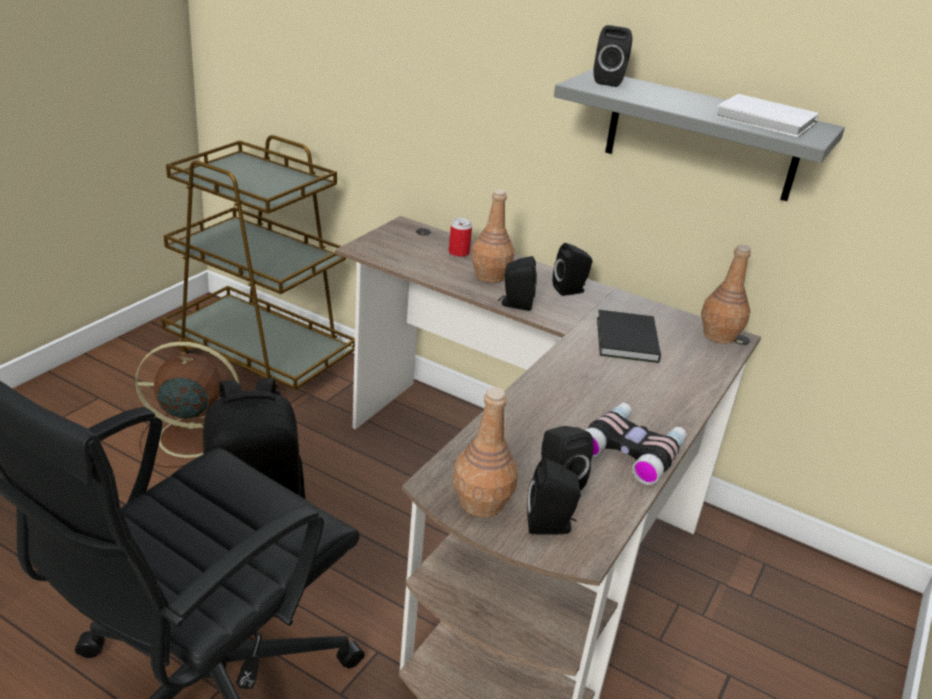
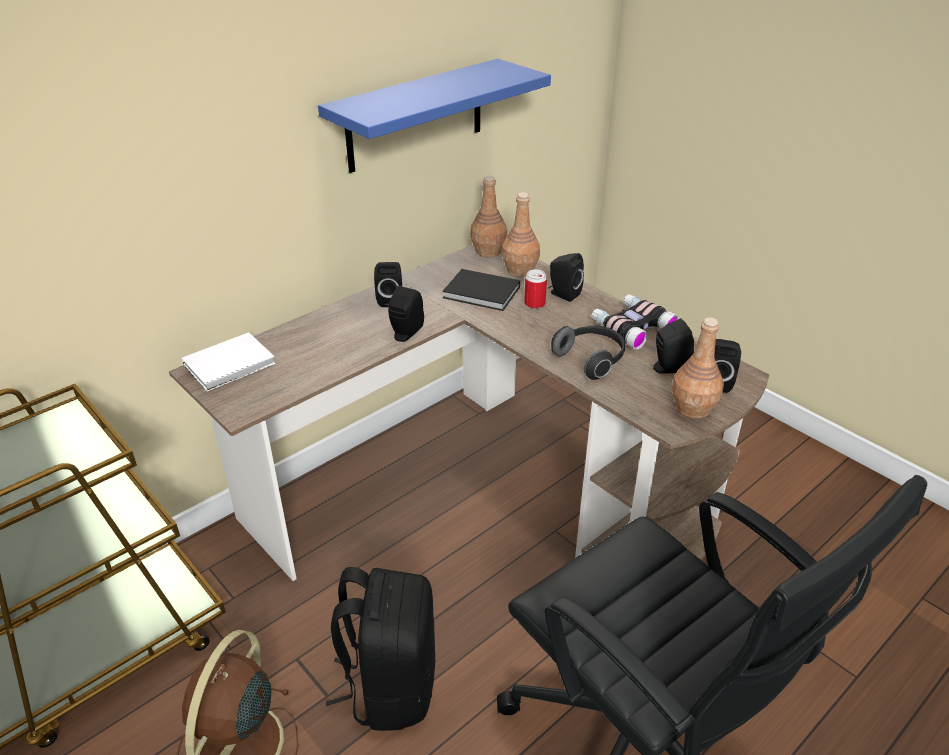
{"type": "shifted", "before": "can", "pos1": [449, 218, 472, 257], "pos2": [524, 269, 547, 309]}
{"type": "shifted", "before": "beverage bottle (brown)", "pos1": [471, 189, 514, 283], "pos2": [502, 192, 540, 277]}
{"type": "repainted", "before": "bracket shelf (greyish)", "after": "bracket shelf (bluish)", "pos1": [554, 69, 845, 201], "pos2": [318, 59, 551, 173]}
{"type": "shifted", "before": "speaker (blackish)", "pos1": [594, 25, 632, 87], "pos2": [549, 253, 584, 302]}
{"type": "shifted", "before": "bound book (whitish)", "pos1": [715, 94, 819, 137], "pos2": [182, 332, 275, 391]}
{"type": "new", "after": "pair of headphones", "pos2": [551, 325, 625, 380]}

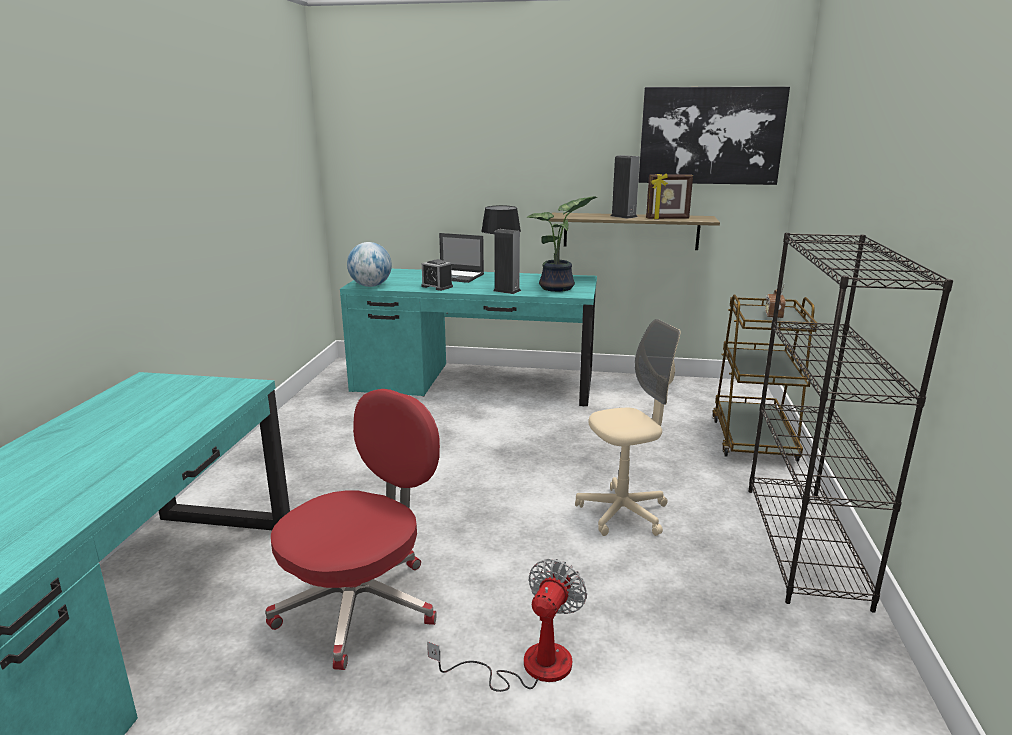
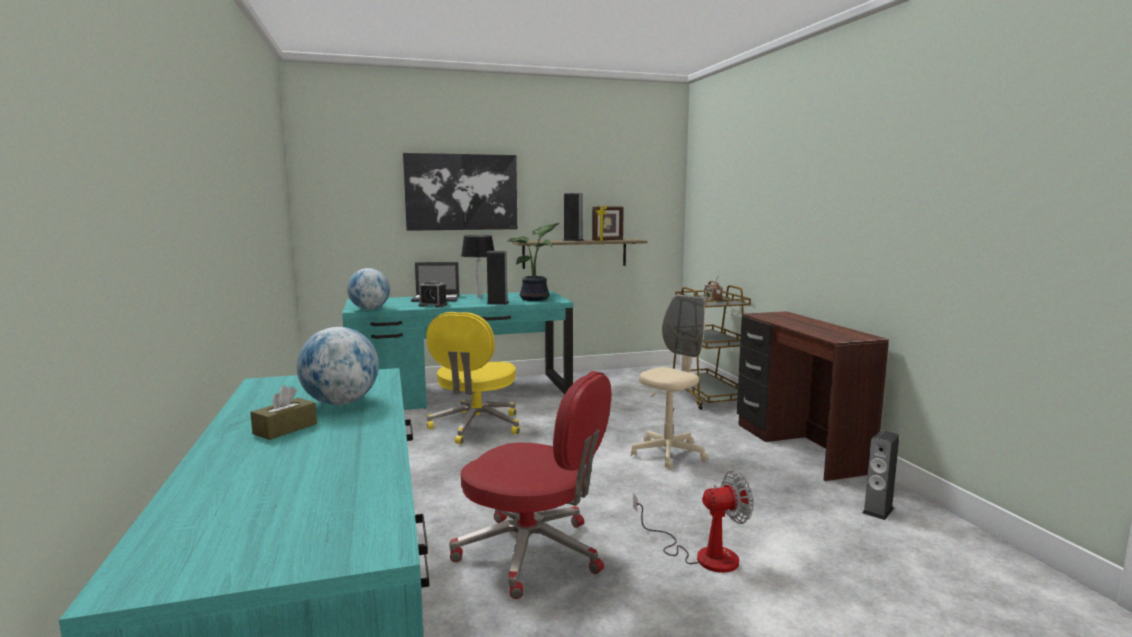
{"type": "rotated", "before": "desk chair (red)", "pos1": [265, 389, 440, 670], "pos2": [449, 371, 611, 599], "turn": 105}
{"type": "rotated", "before": "fan", "pos1": [427, 559, 587, 692], "pos2": [633, 471, 754, 573], "turn": 75}
{"type": "shifted", "before": "picture", "pos1": [638, 86, 790, 185], "pos2": [403, 153, 517, 231]}
{"type": "swapped", "before": "shelving unit (blackish)", "after": "desk (brown)", "pos1": [748, 233, 954, 613], "pos2": [737, 311, 889, 481]}
{"type": "new", "after": "tissue box (brown)", "pos2": [250, 385, 317, 440]}
{"type": "new", "after": "world globe", "pos2": [297, 327, 379, 405]}
{"type": "new", "after": "desk chair (yellow-coloured)", "pos2": [427, 312, 520, 444]}
{"type": "new", "after": "speaker", "pos2": [862, 430, 899, 520]}

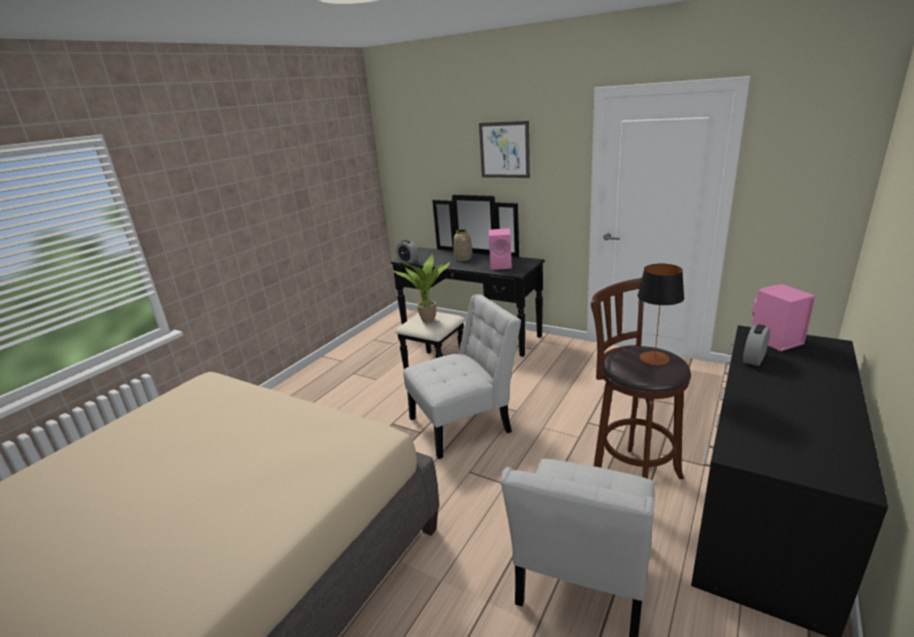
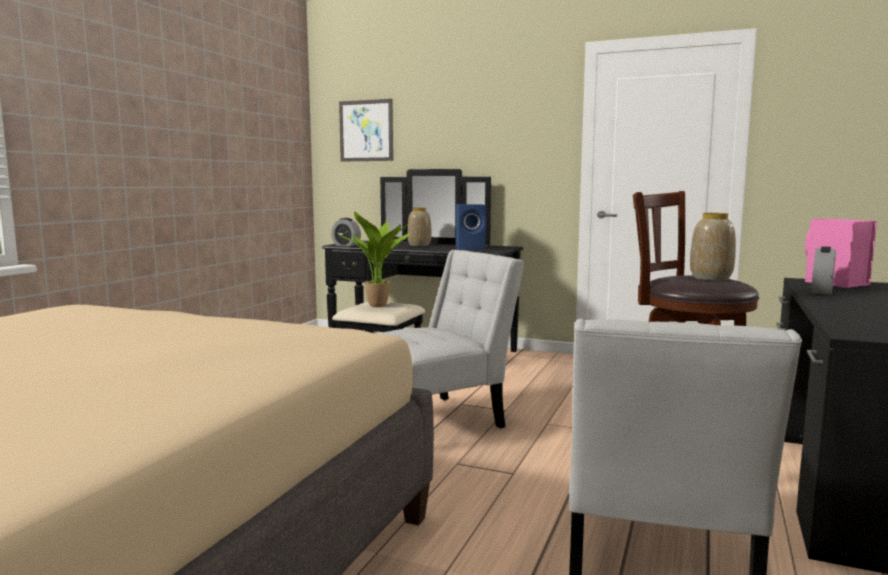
{"type": "shifted", "before": "picture", "pos1": [479, 121, 530, 178], "pos2": [339, 99, 393, 162]}
{"type": "repainted", "before": "speaker (pinkish)", "after": "speaker (bluish)", "pos1": [489, 228, 512, 269], "pos2": [456, 204, 486, 250]}
{"type": "swapped", "before": "tabletop lamp", "after": "decorative vase", "pos1": [638, 264, 684, 365], "pos2": [690, 213, 736, 281]}

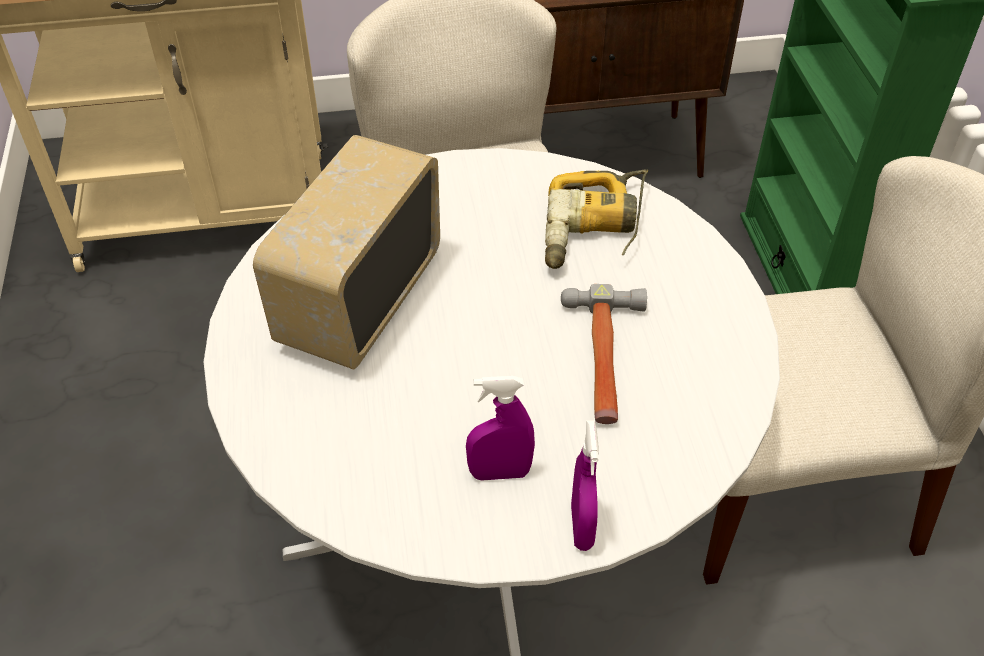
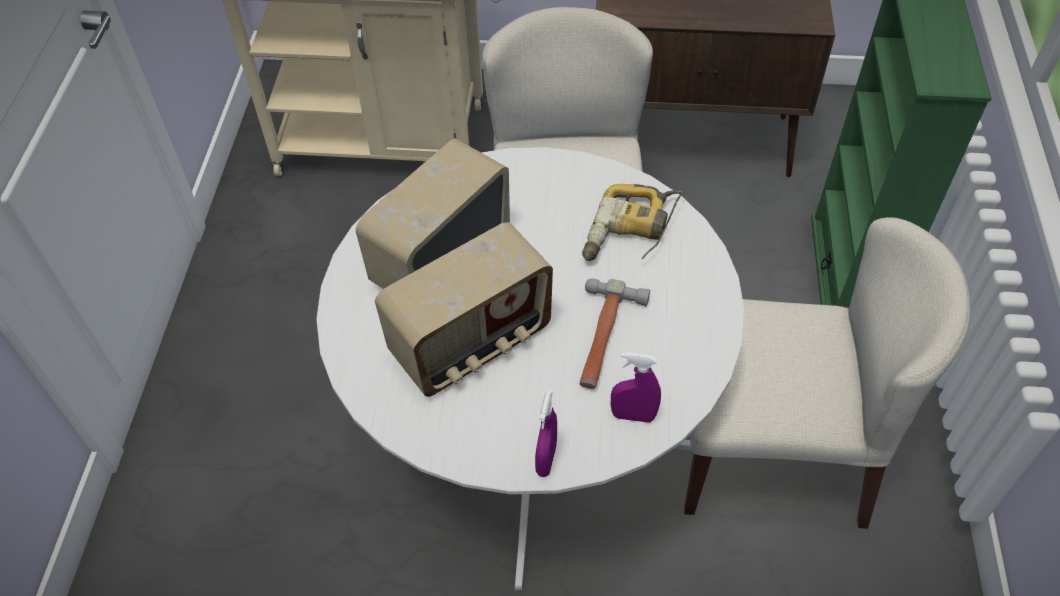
{"type": "shifted", "before": "hand sprayer (purplish)", "pos1": [466, 376, 535, 480], "pos2": [611, 352, 661, 423]}
{"type": "new", "after": "radio", "pos2": [375, 223, 553, 397]}

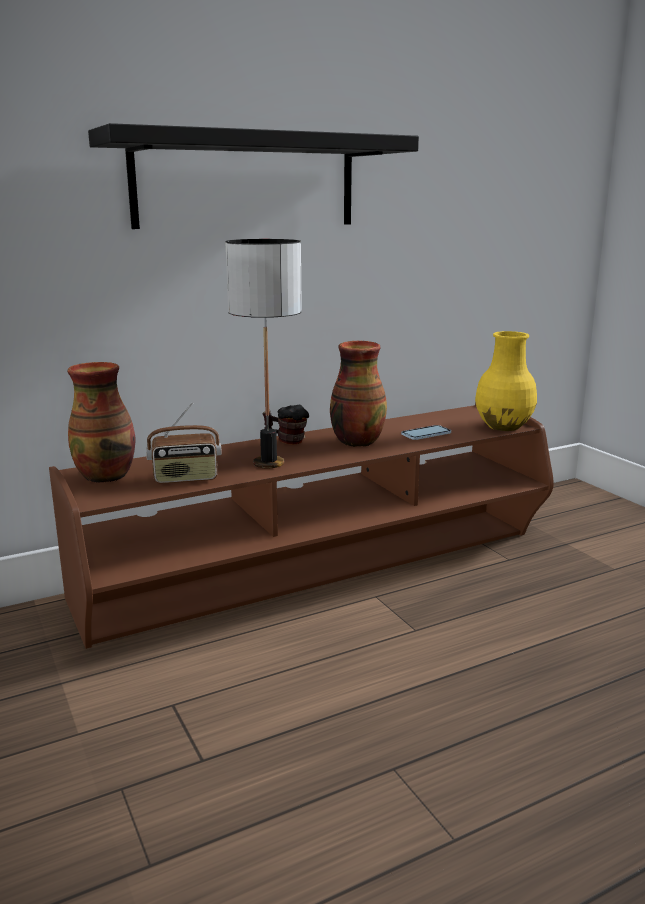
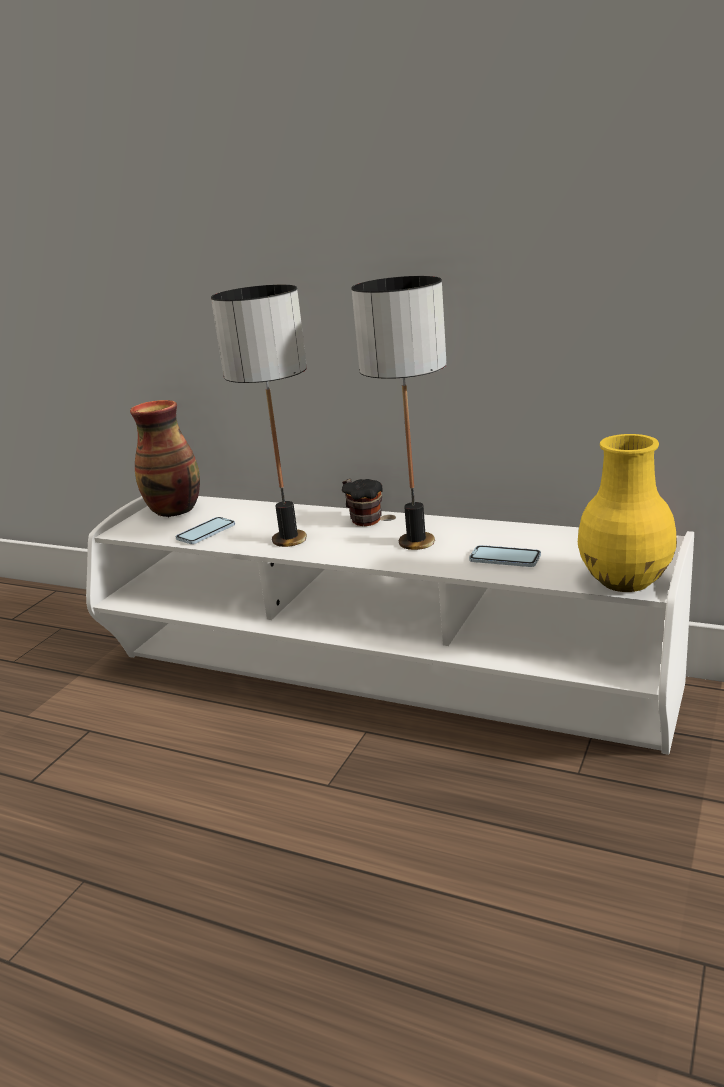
{"type": "repainted", "before": "media console (brown)", "after": "media console (whitish)", "pos1": [49, 402, 554, 649], "pos2": [86, 496, 694, 755]}
{"type": "gone", "before": "bracket shelf (blackish)", "pos1": [88, 123, 419, 229]}
{"type": "swapped", "before": "radio", "after": "phone", "pos1": [146, 402, 222, 483], "pos2": [175, 517, 235, 544]}
{"type": "swapped", "before": "decorative vase", "after": "tabletop lamp", "pos1": [330, 341, 387, 447], "pos2": [351, 276, 447, 550]}

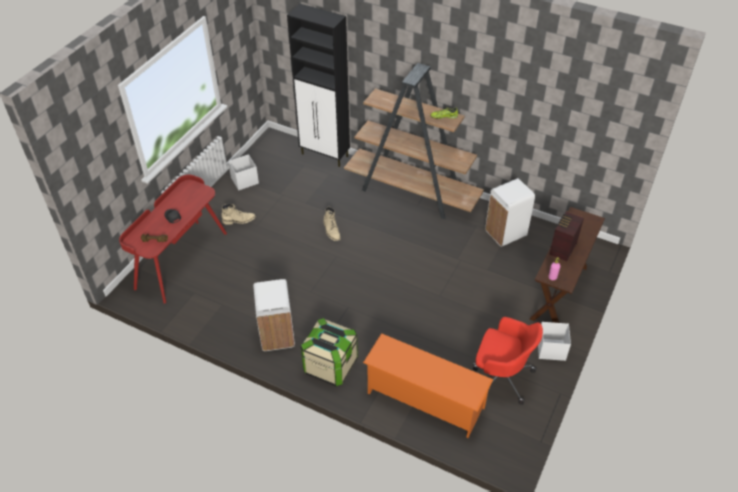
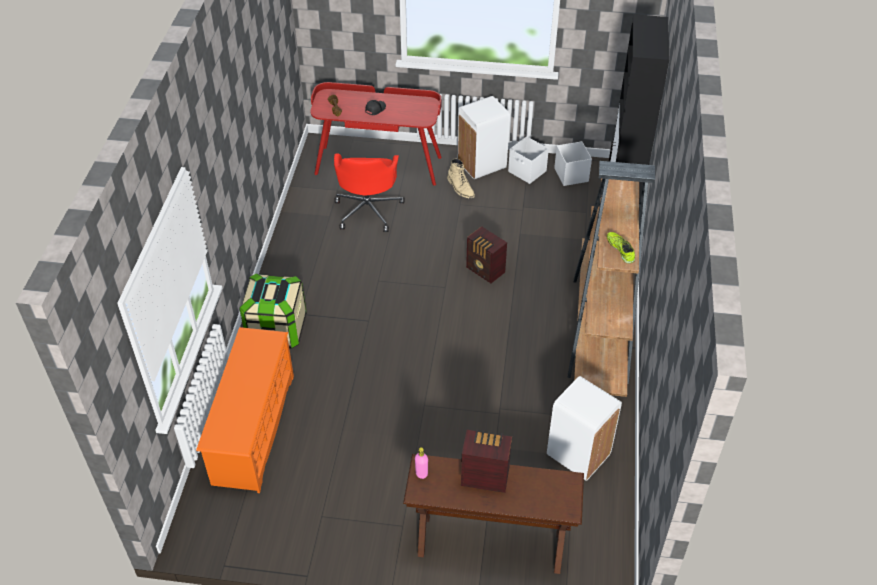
{"type": "shifted", "before": "waste bin (whitish)", "pos1": [253, 279, 295, 351], "pos2": [458, 96, 510, 179]}
{"type": "swapped", "before": "boot (beige-coloured)", "after": "radio", "pos1": [323, 207, 341, 241], "pos2": [466, 226, 507, 283]}
{"type": "shifted", "before": "desk chair (red)", "pos1": [473, 317, 543, 405], "pos2": [334, 154, 404, 232]}
{"type": "shifted", "before": "storage bin (whitish)", "pos1": [538, 322, 571, 361], "pos2": [554, 141, 592, 186]}

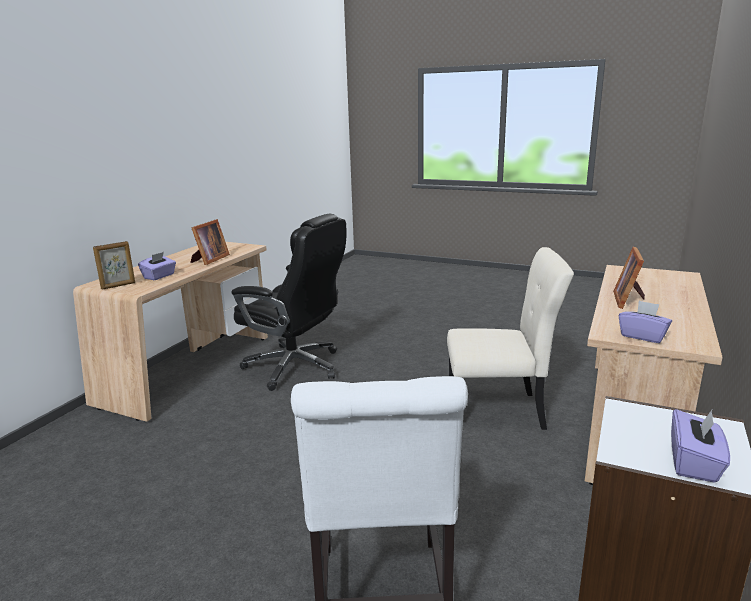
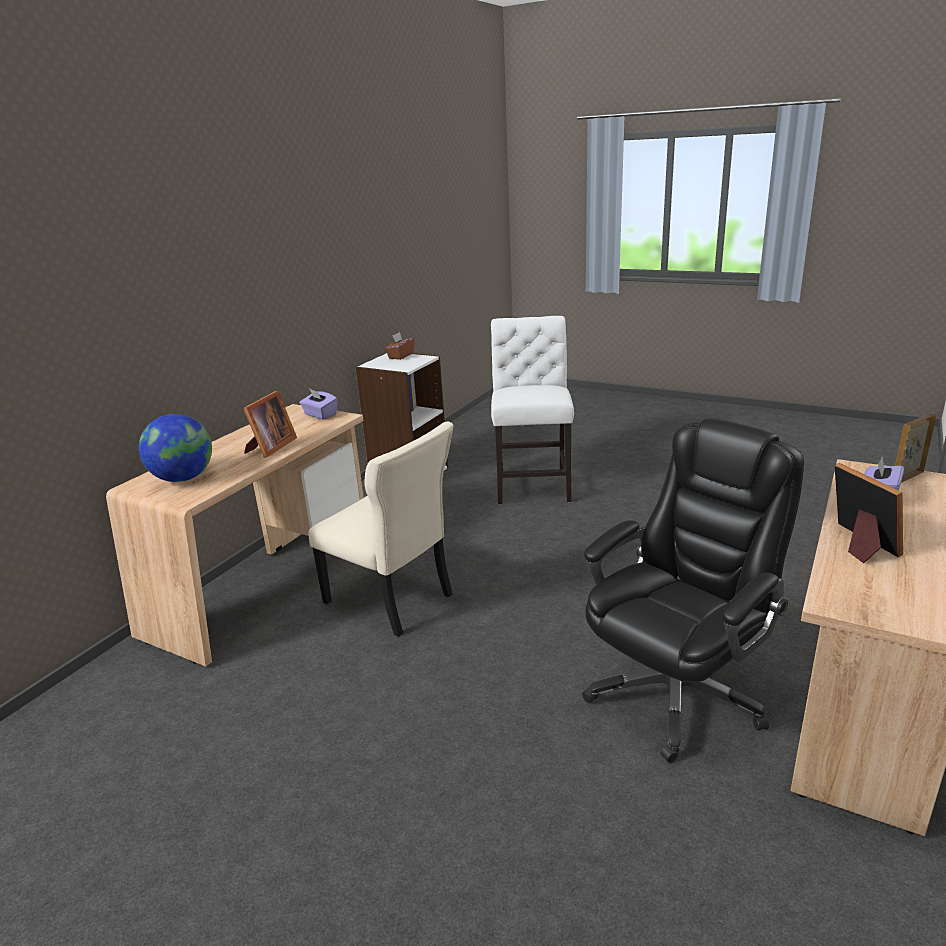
{"type": "rotated", "before": "photo frame", "pos1": [190, 219, 230, 265], "pos2": [835, 463, 903, 563], "turn": 135}
{"type": "rotated", "before": "desk chair (blackish)", "pos1": [232, 214, 346, 391], "pos2": [582, 418, 804, 763], "turn": 105}
{"type": "rotated", "before": "chair (beige-coloured)", "pos1": [447, 247, 574, 430], "pos2": [309, 421, 453, 637], "turn": -150}
{"type": "repainted", "before": "tissue box (purplish)", "after": "tissue box (brown)", "pos1": [671, 409, 730, 483], "pos2": [385, 332, 415, 360]}
{"type": "new", "after": "world globe", "pos2": [139, 414, 212, 482]}

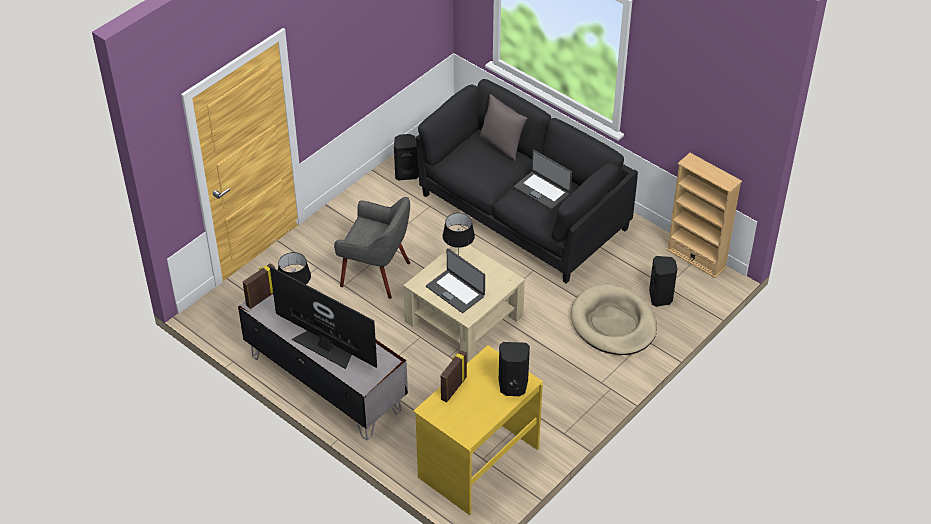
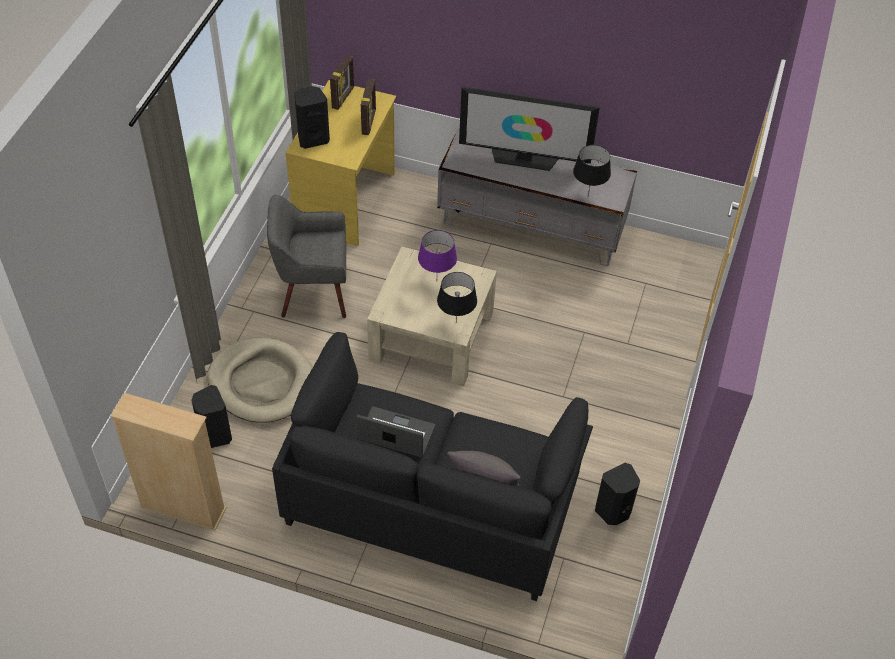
{"type": "shifted", "before": "photo frame", "pos1": [243, 263, 275, 309], "pos2": [330, 55, 354, 110]}
{"type": "shifted", "before": "easy chair (greyish)", "pos1": [334, 197, 410, 299], "pos2": [267, 195, 346, 318]}
{"type": "swapped", "before": "notebook computer", "after": "tabletop lamp (purplish)", "pos1": [426, 248, 485, 313], "pos2": [418, 230, 457, 273]}

